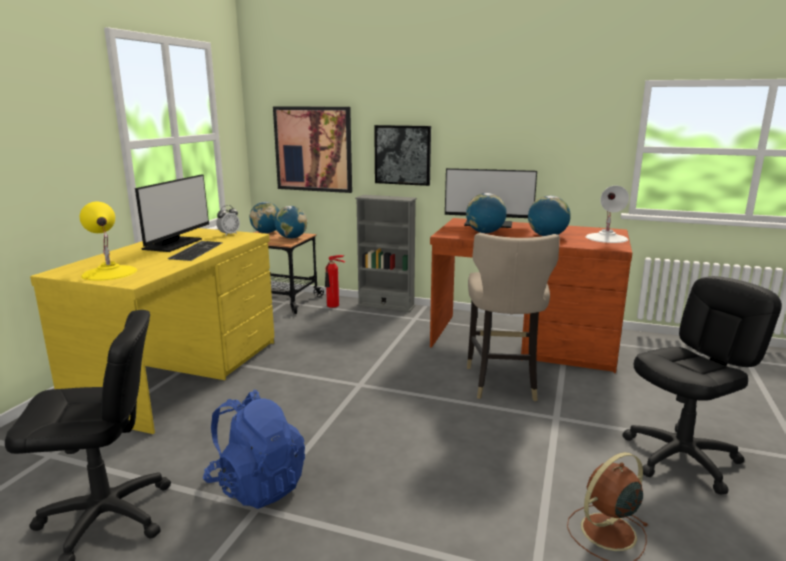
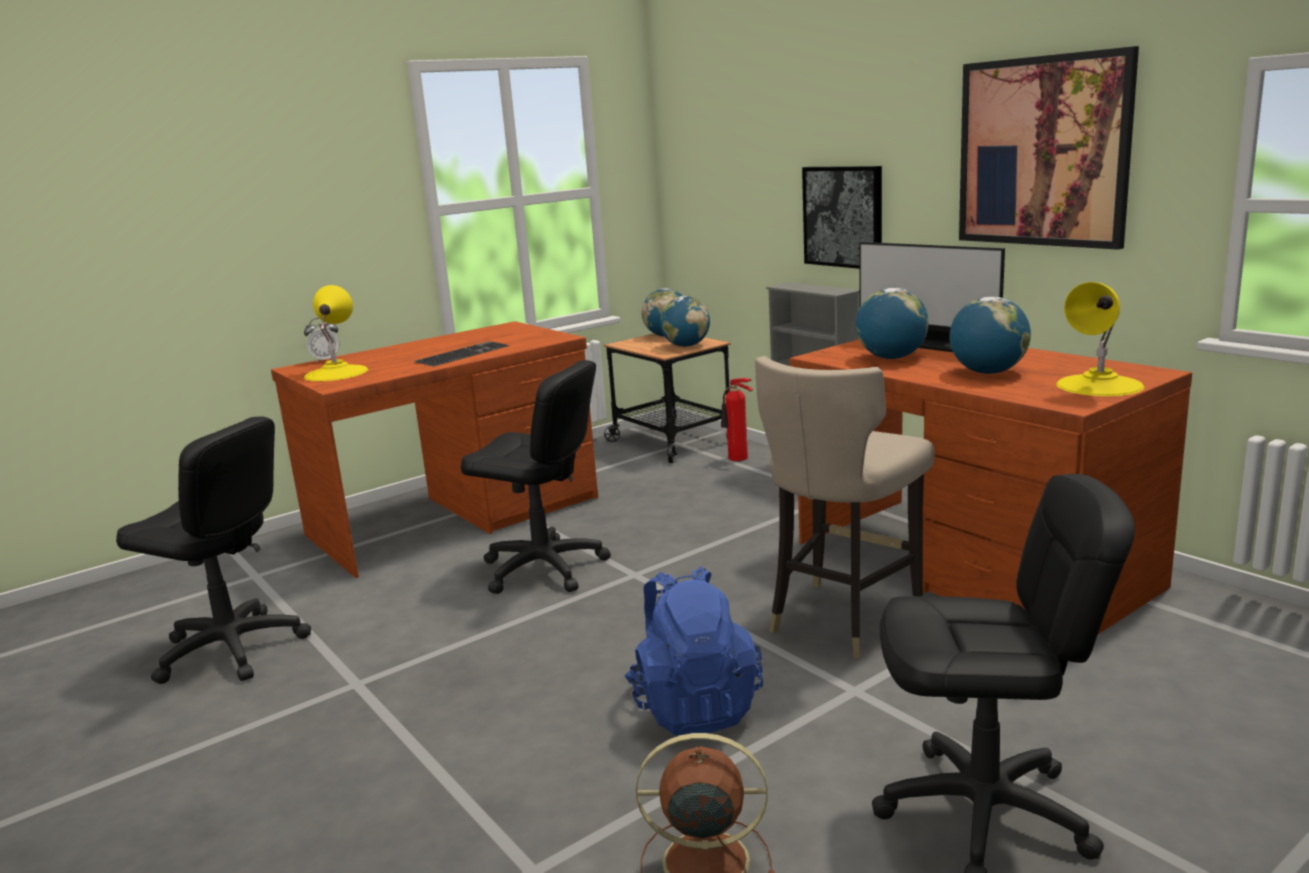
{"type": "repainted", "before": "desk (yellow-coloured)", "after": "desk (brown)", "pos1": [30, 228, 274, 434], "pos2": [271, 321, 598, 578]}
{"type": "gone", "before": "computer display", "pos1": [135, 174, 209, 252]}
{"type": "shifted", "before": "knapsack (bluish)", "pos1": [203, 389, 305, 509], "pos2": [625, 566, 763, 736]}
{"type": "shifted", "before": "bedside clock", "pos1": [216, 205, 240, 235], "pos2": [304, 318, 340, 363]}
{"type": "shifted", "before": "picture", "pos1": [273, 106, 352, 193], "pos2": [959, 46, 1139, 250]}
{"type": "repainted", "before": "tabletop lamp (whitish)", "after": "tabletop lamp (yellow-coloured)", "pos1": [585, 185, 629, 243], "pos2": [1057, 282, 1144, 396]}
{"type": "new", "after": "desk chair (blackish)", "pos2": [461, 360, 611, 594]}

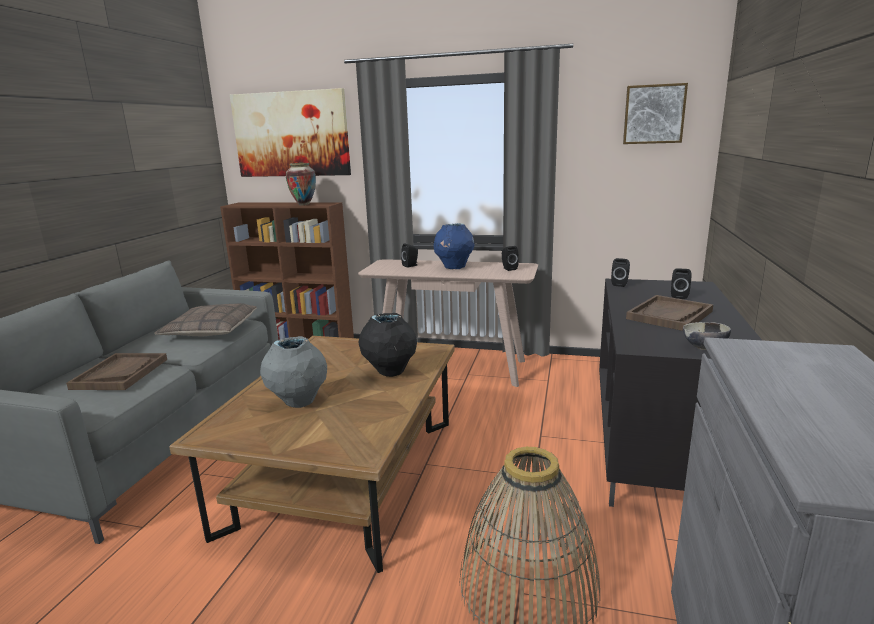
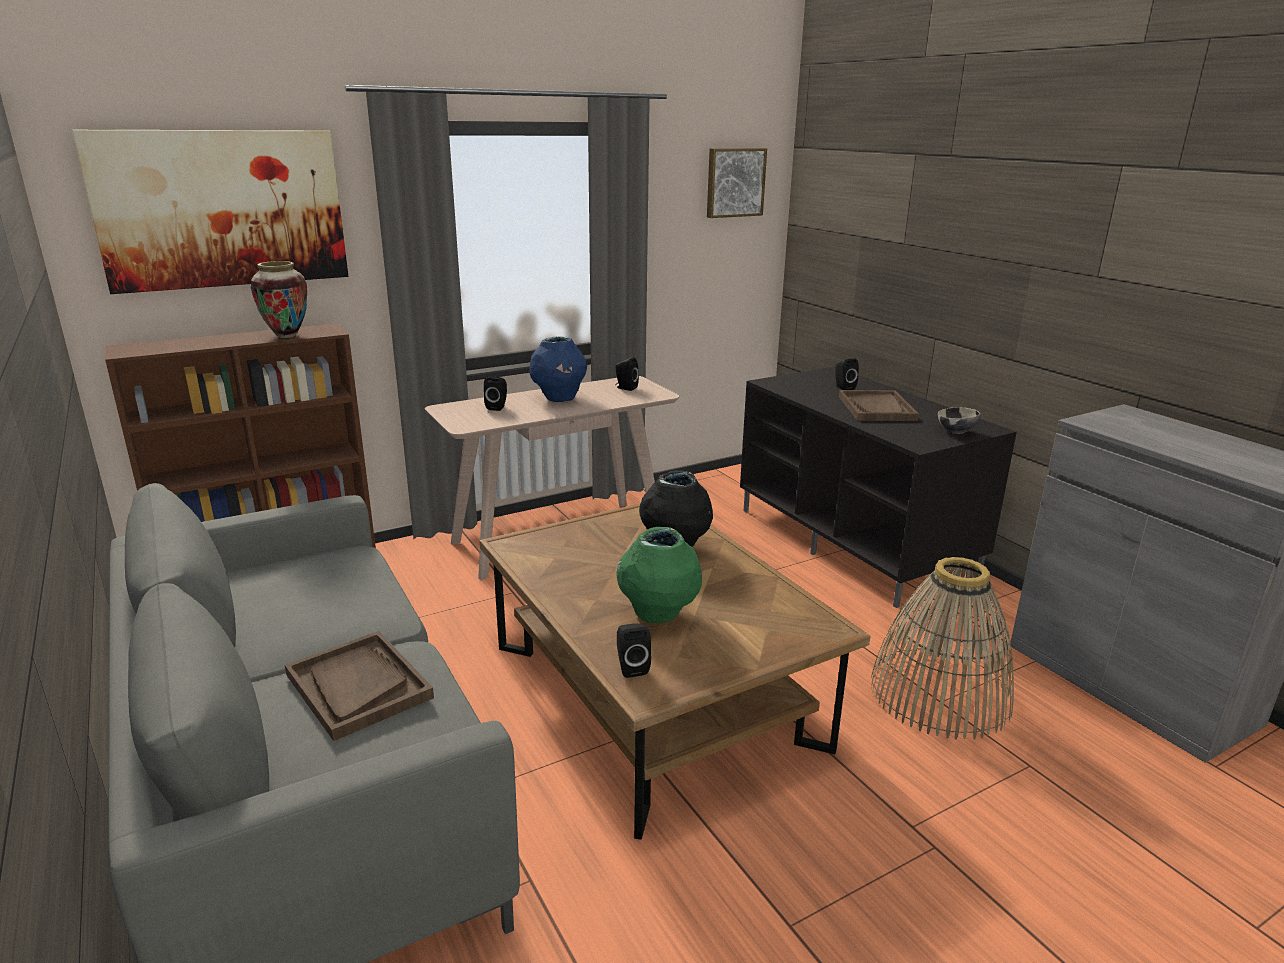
{"type": "gone", "before": "throw pillow", "pos1": [155, 303, 257, 336]}
{"type": "repainted", "before": "decorative vase (greyish)", "after": "decorative vase (green-coloured)", "pos1": [260, 336, 327, 408], "pos2": [616, 527, 702, 623]}
{"type": "shifted", "before": "speaker (blackish)", "pos1": [611, 258, 630, 287], "pos2": [617, 623, 651, 678]}

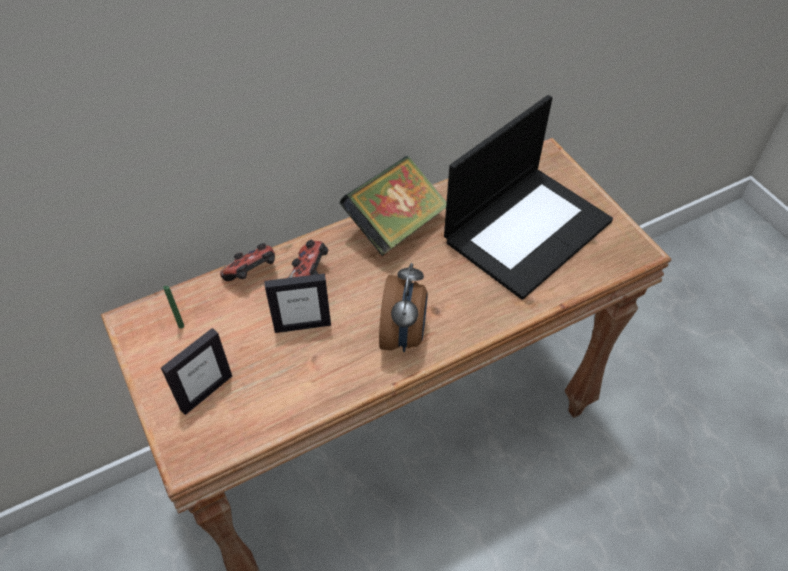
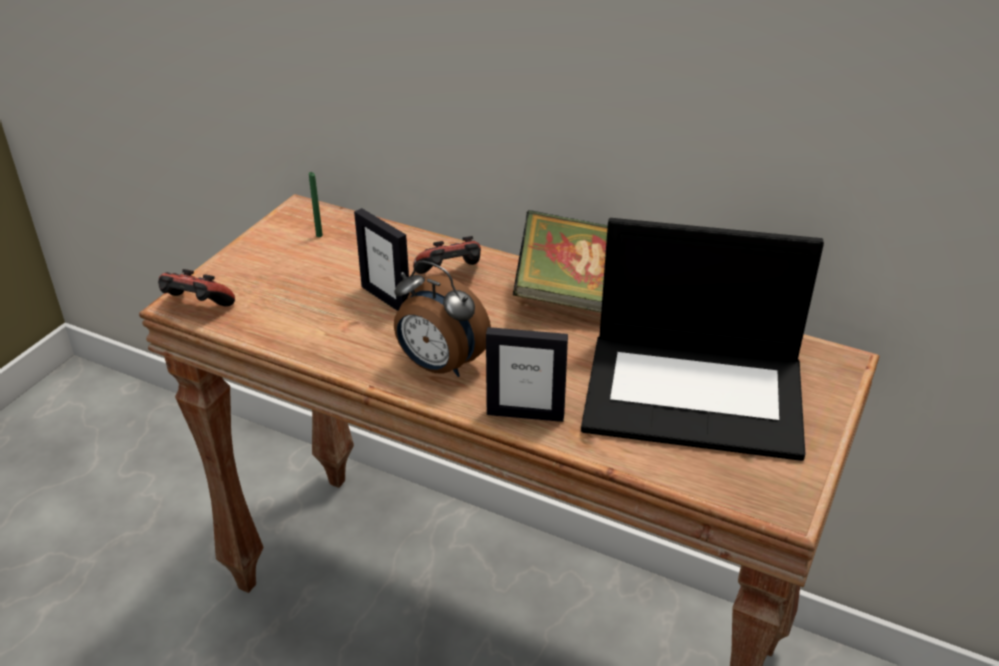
{"type": "shifted", "before": "photo frame", "pos1": [161, 328, 232, 415], "pos2": [486, 327, 568, 422]}
{"type": "shifted", "before": "gamepad", "pos1": [220, 243, 275, 281], "pos2": [158, 269, 235, 307]}
{"type": "rotated", "before": "bedside clock", "pos1": [379, 263, 428, 352], "pos2": [394, 260, 491, 377], "turn": 60}

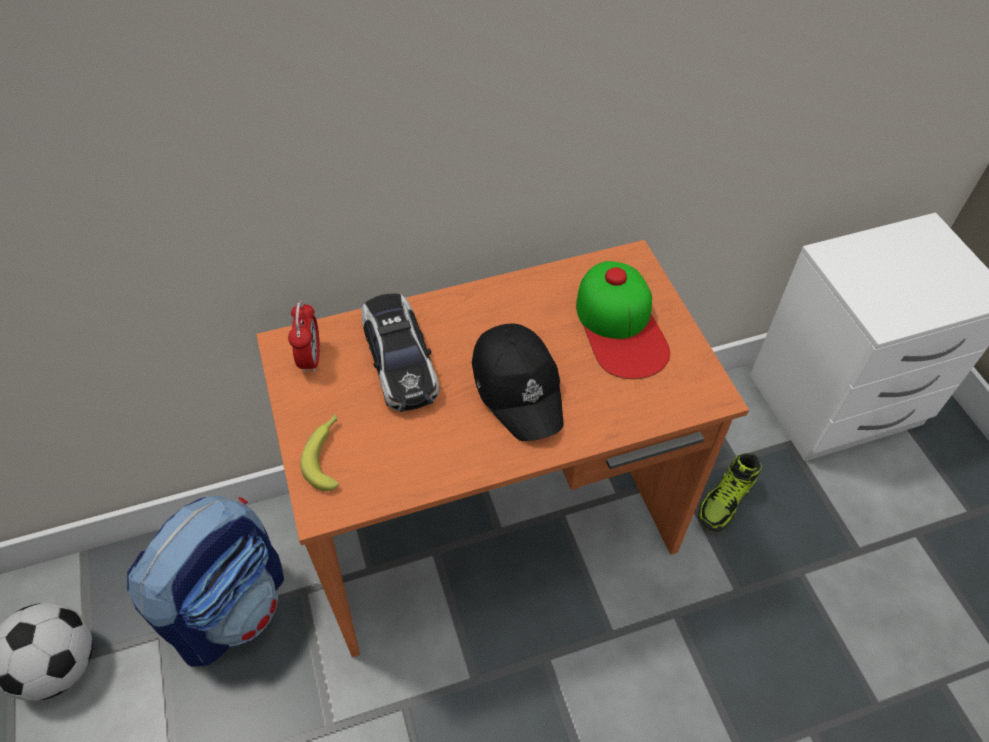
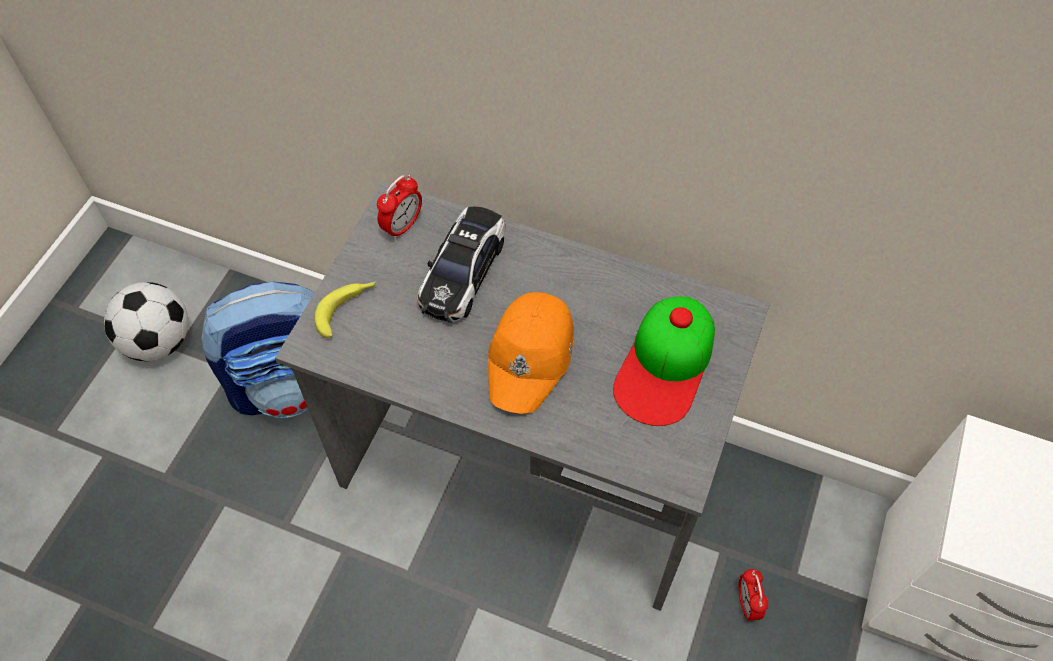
{"type": "repainted", "before": "desk (orange)", "after": "desk (greyish)", "pos1": [256, 240, 749, 657], "pos2": [275, 181, 770, 611]}
{"type": "repainted", "before": "peaked cap (blackish)", "after": "peaked cap (orange)", "pos1": [472, 324, 564, 441], "pos2": [488, 292, 574, 414]}
{"type": "swapped", "before": "shoe", "after": "bedside clock", "pos1": [698, 453, 762, 533], "pos2": [739, 569, 768, 621]}

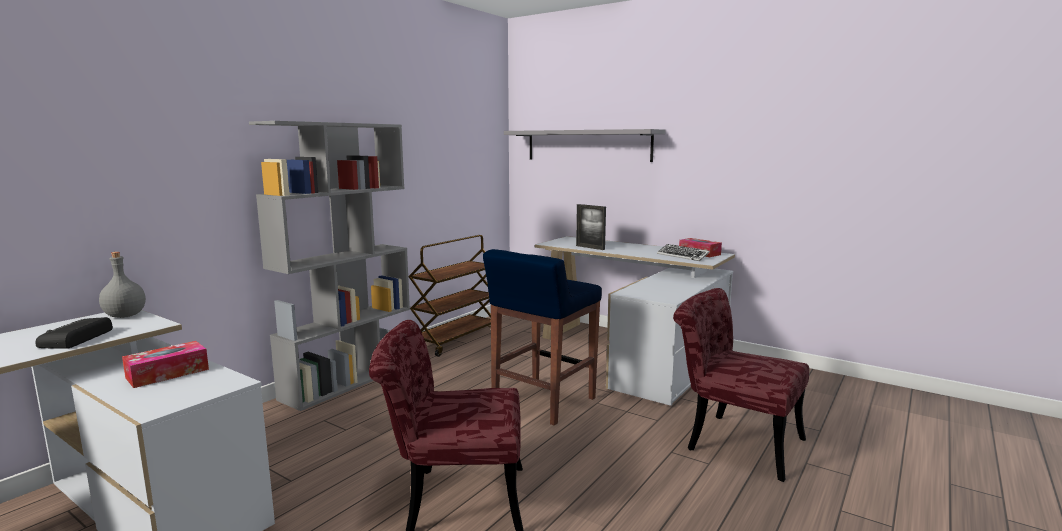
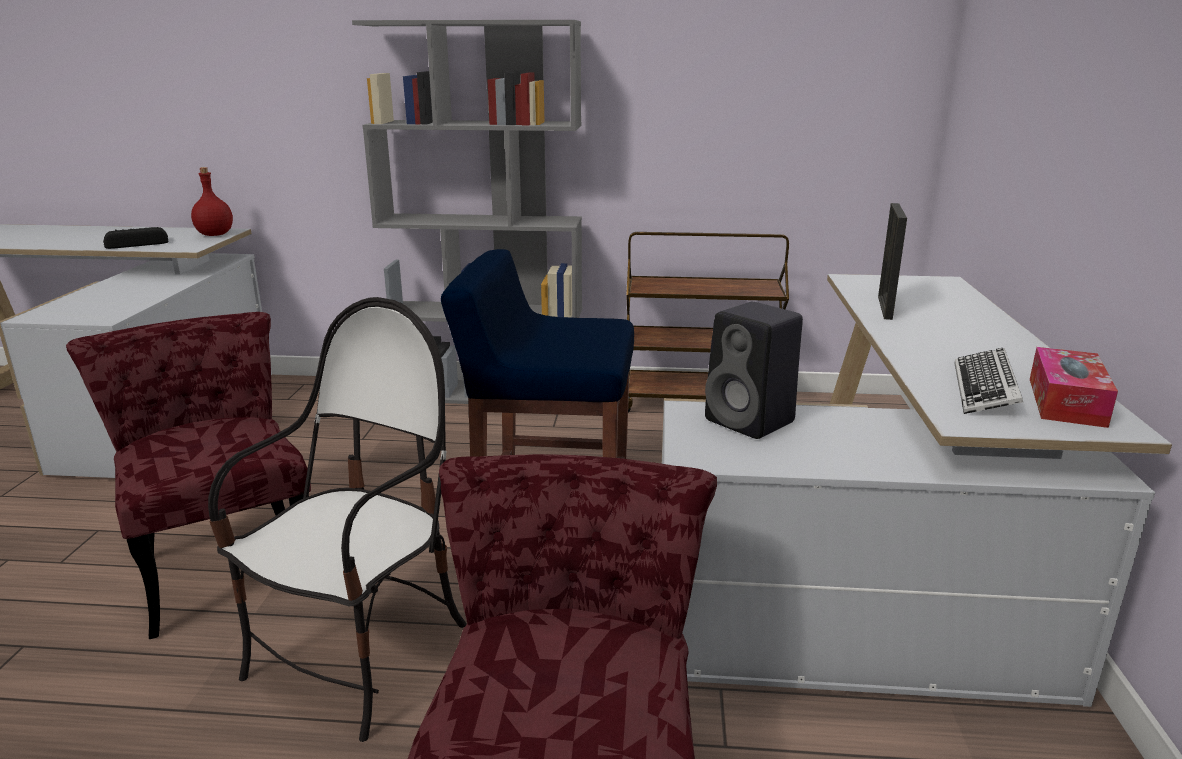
{"type": "repainted", "before": "beverage bottle (greyish)", "after": "beverage bottle (red)", "pos1": [99, 252, 146, 318], "pos2": [191, 167, 233, 236]}
{"type": "gone", "before": "tissue box", "pos1": [122, 341, 209, 388]}
{"type": "gone", "before": "bracket shelf (greyish)", "pos1": [504, 129, 665, 162]}
{"type": "new", "after": "chair", "pos2": [208, 297, 467, 742]}
{"type": "new", "after": "speaker (blackish)", "pos2": [705, 302, 803, 439]}

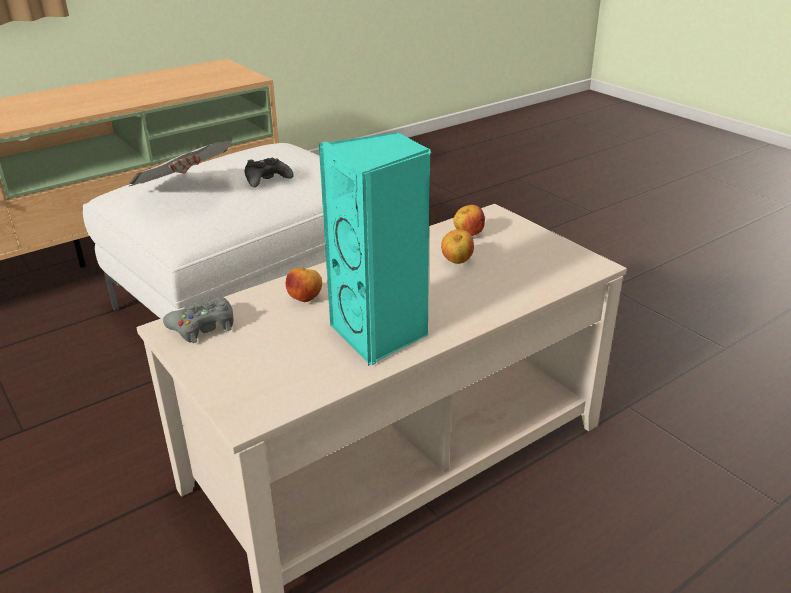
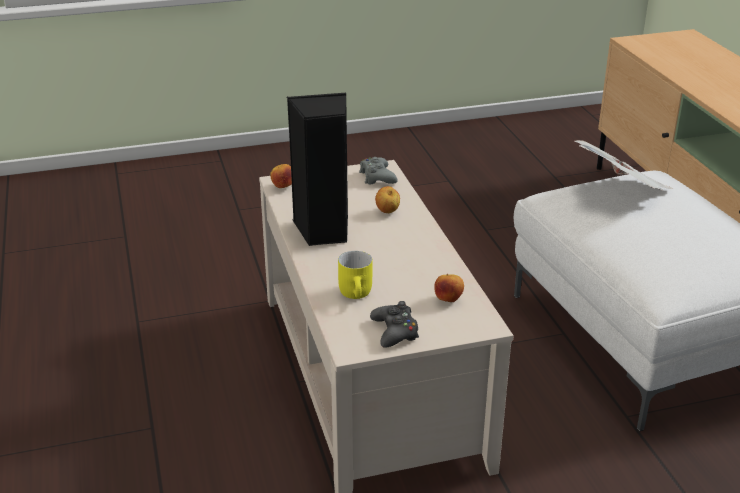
{"type": "shifted", "before": "gamepad (blackish)", "pos1": [245, 157, 294, 187], "pos2": [370, 301, 419, 348]}
{"type": "repainted", "before": "speaker (blue-green)", "after": "speaker (blackish)", "pos1": [319, 132, 431, 366], "pos2": [287, 93, 348, 246]}
{"type": "shifted", "before": "apple", "pos1": [441, 229, 474, 264], "pos2": [270, 164, 292, 188]}
{"type": "new", "after": "coffee mug (yellow-coloured)", "pos2": [338, 251, 372, 299]}

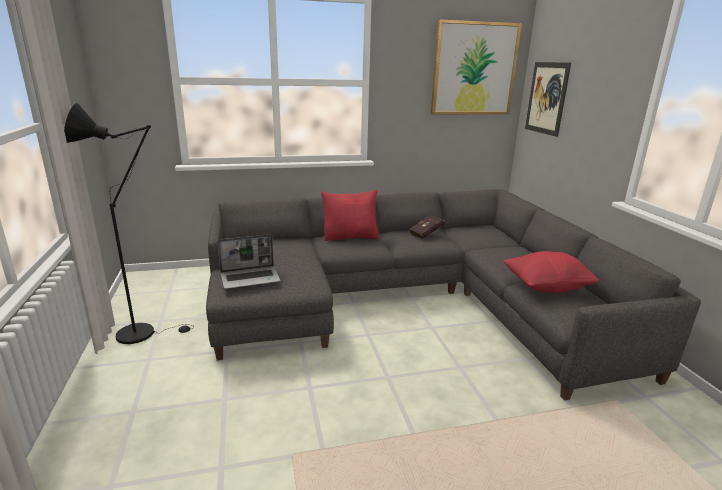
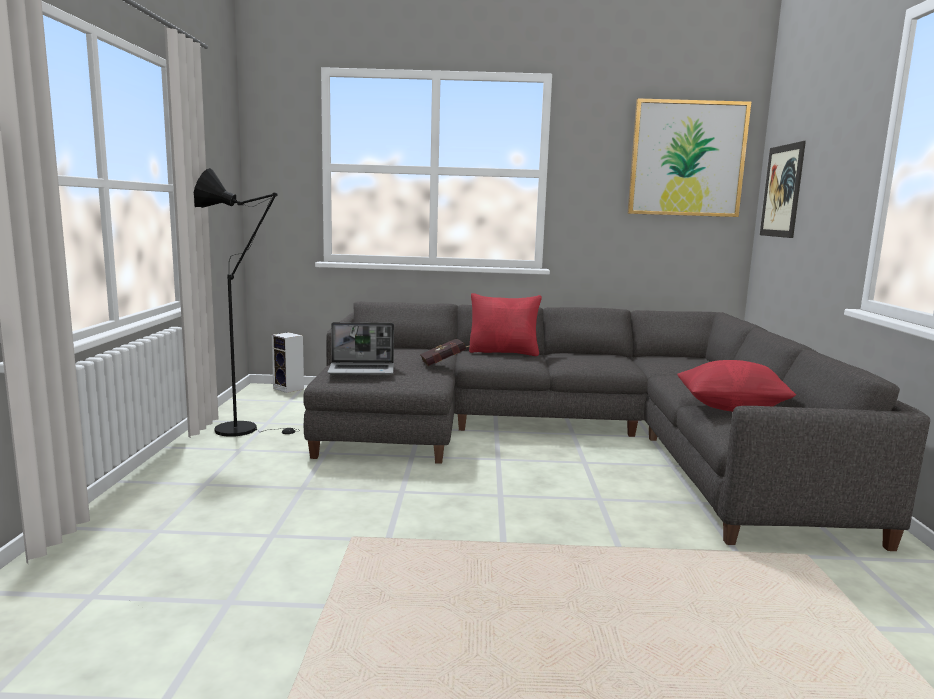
{"type": "shifted", "before": "bound book (red)", "pos1": [409, 215, 445, 239], "pos2": [420, 338, 470, 366]}
{"type": "new", "after": "speaker", "pos2": [272, 332, 304, 393]}

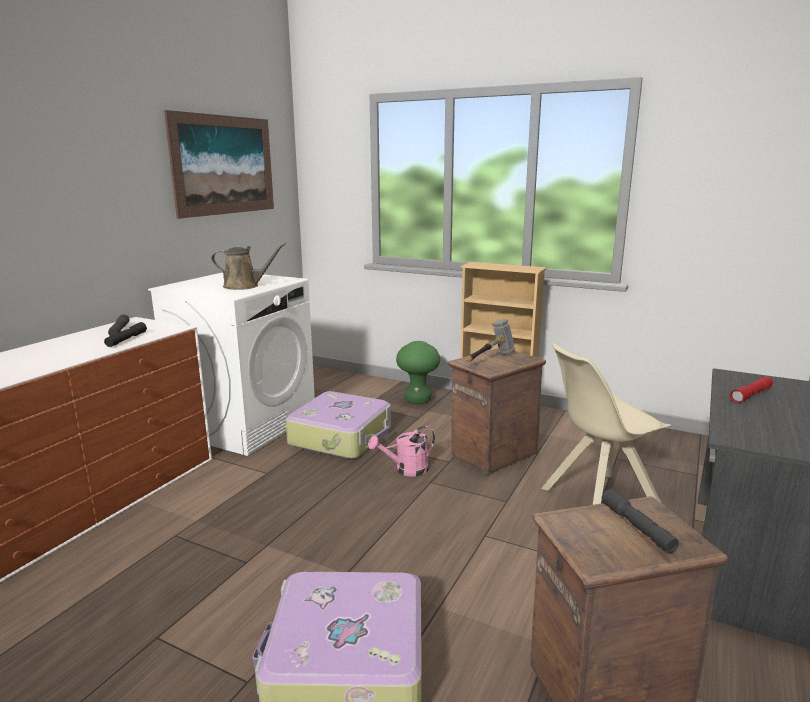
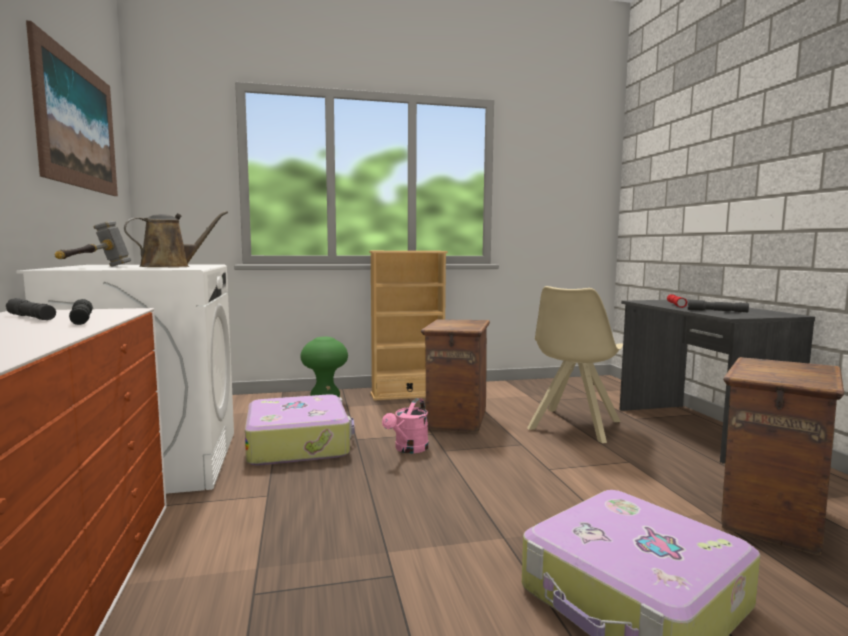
{"type": "shifted", "before": "tool hammer", "pos1": [466, 319, 516, 362], "pos2": [54, 221, 131, 266]}
{"type": "shifted", "before": "flashlight (greyish)", "pos1": [602, 489, 679, 553], "pos2": [688, 300, 749, 312]}

